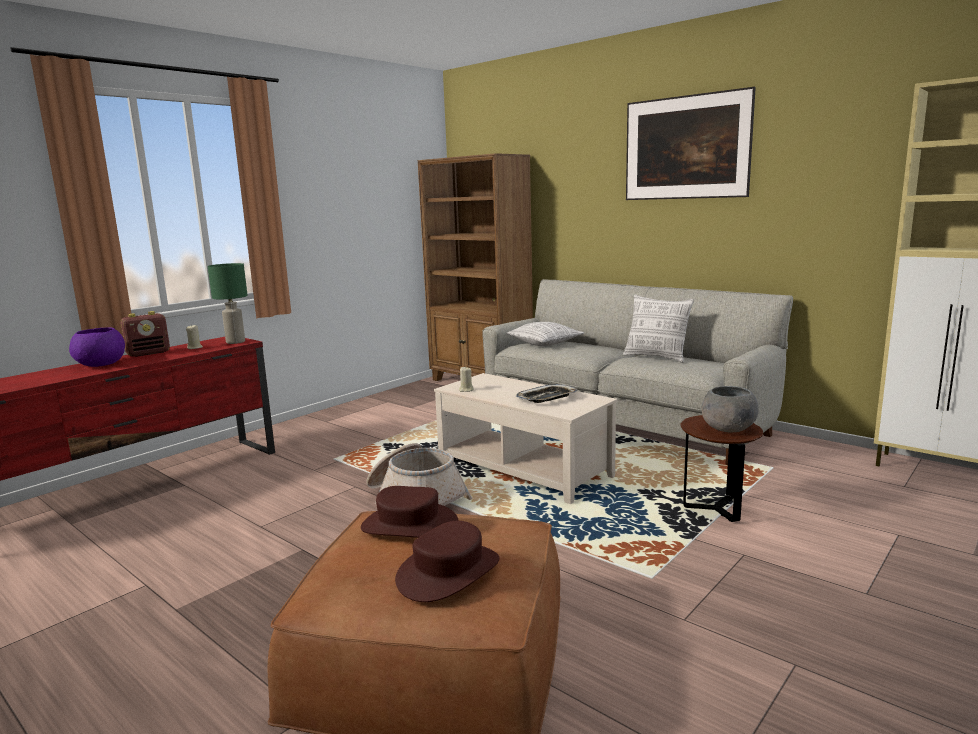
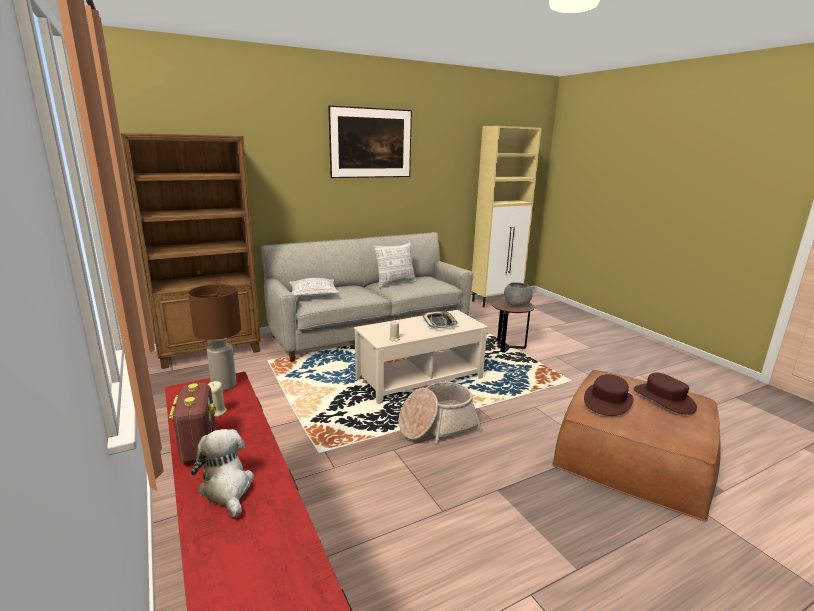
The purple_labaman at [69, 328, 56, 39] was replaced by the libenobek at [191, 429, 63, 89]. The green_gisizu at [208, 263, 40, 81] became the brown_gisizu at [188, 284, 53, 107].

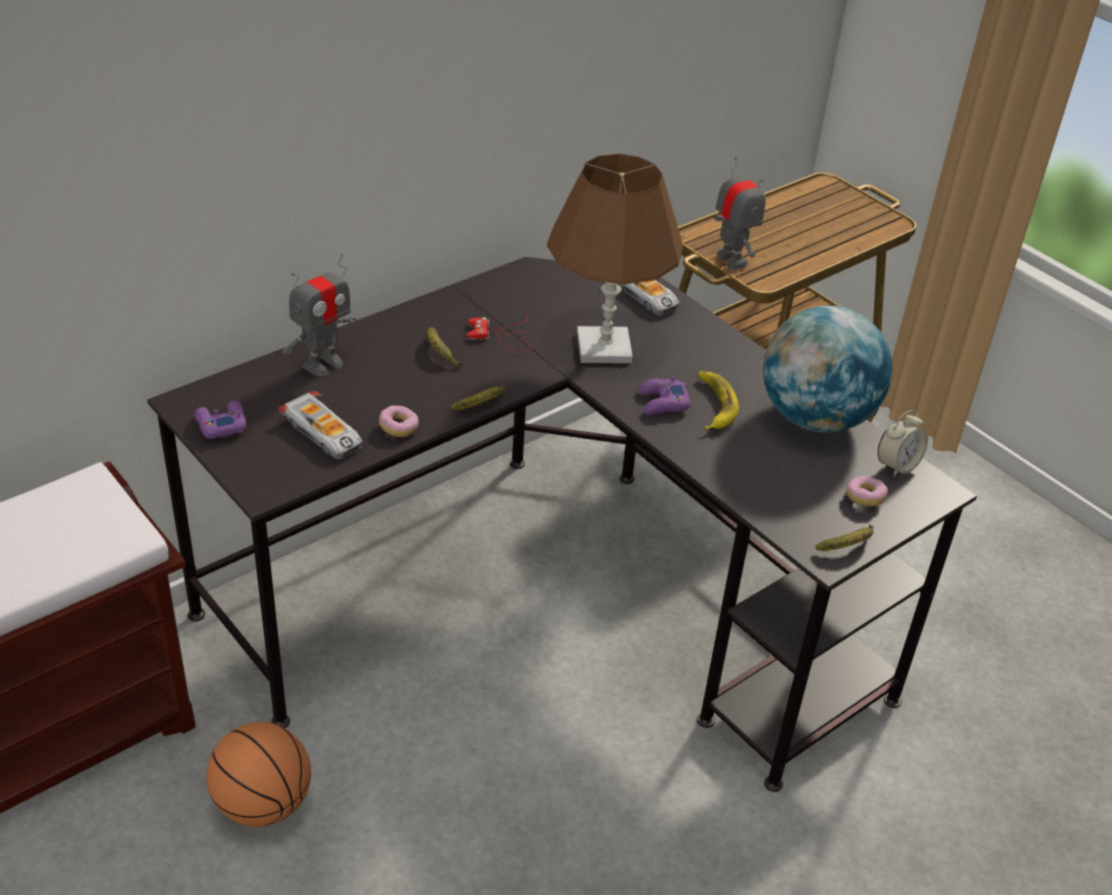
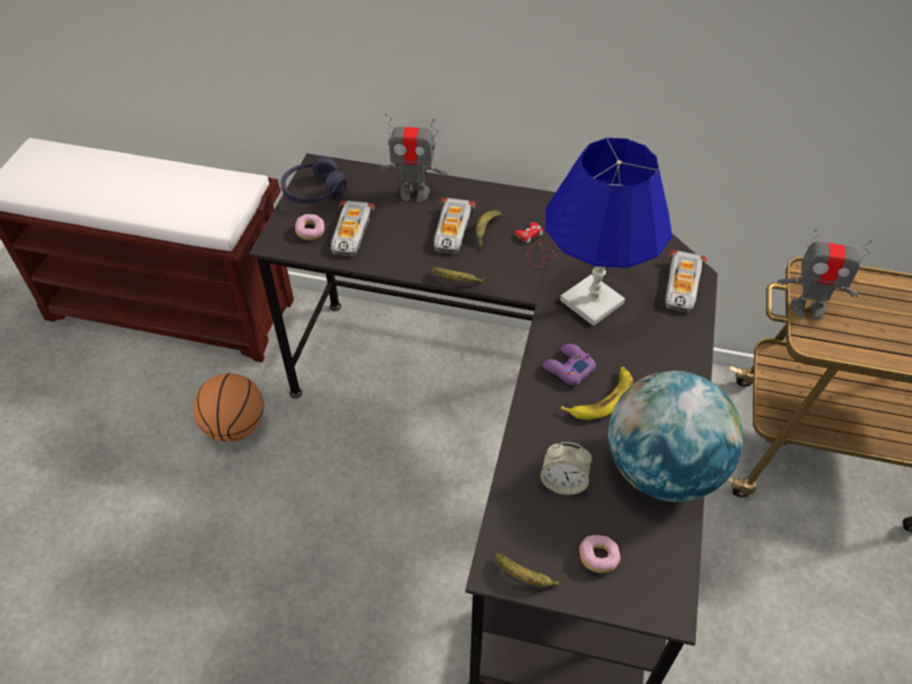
The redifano at [434, 198, 41, 55] appeared. The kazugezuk moved from [379, 405, 40, 32] to [295, 214, 30, 26]. The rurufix moved from [877, 410, 51, 67] to [541, 442, 51, 53]. The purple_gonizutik at [194, 401, 53, 38] was replaced by the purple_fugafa at [281, 157, 66, 47]. The brown_gisizu at [547, 153, 136, 210] became the blue_gisizu at [546, 138, 126, 188]. The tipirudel at [714, 157, 51, 113] turned 75 degrees clockwise.

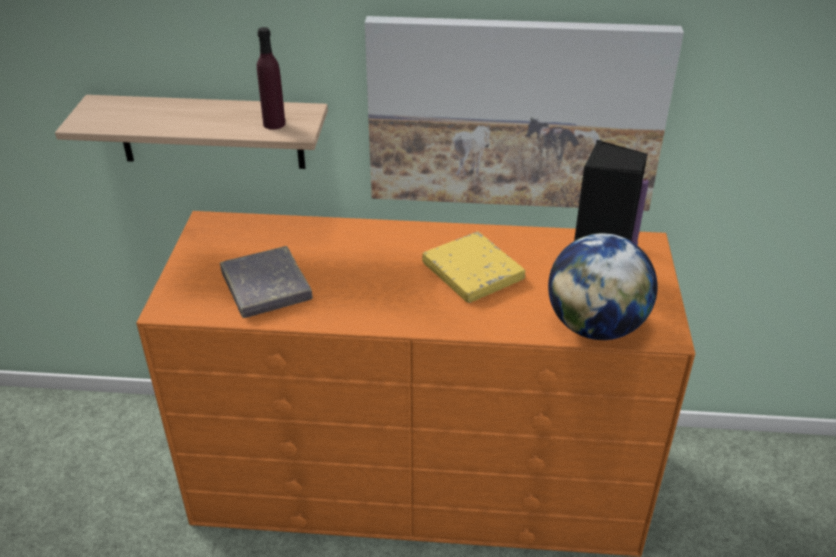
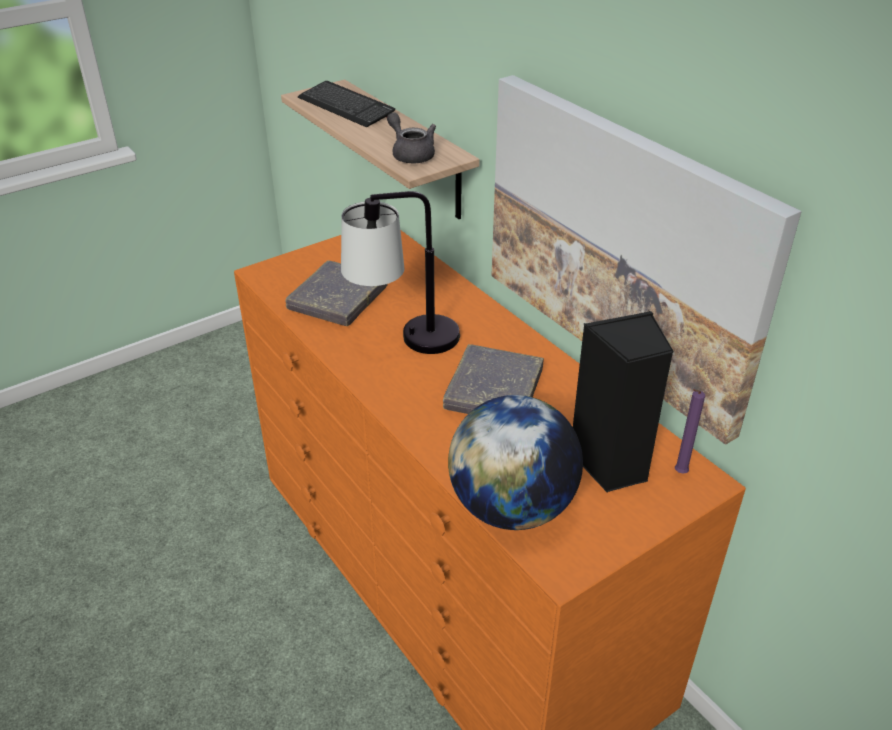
The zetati at [298, 81, 97, 46] appeared. The gisizu at [341, 191, 119, 163] appeared. The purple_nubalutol at [257, 27, 28, 102] was replaced by the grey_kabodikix at [387, 112, 49, 51]. The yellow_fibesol at [422, 231, 103, 72] became the grey_fibesol at [443, 344, 101, 70].

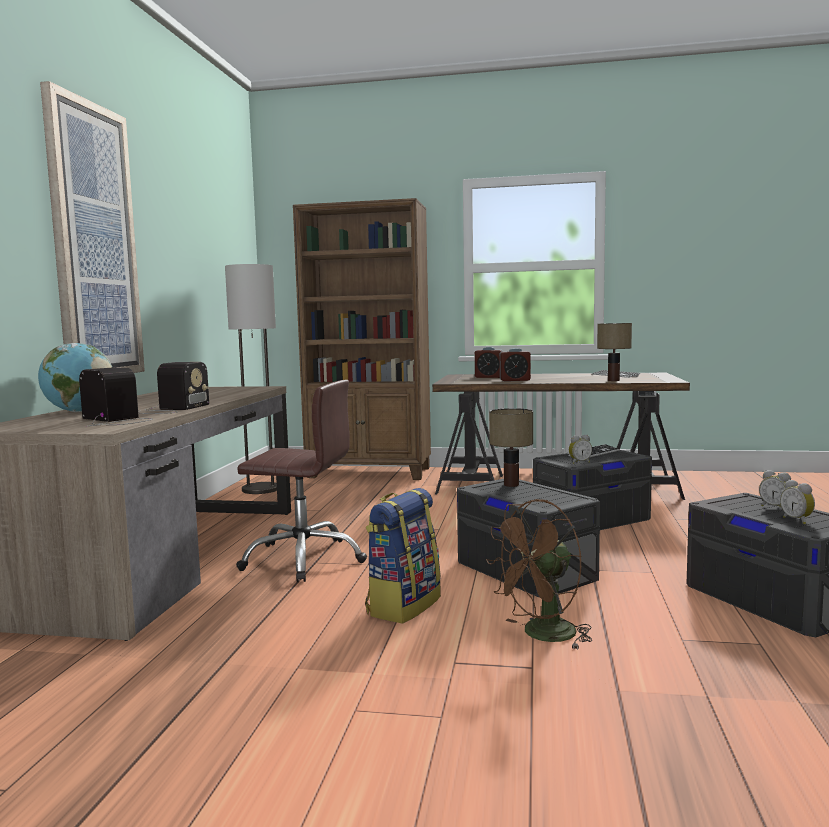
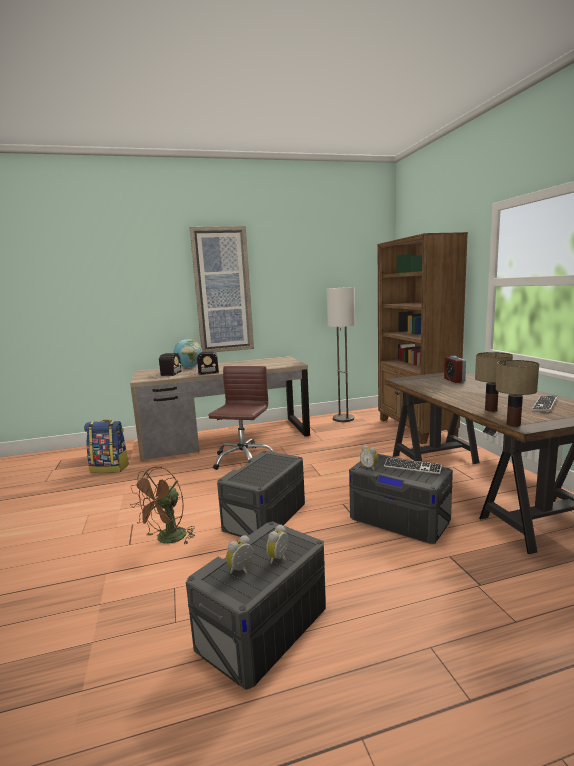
The rurufix at [500, 348, 31, 33] disappeared. The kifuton moved from [365, 488, 76, 136] to [84, 420, 45, 53]. The gisizu moved from [489, 408, 44, 79] to [496, 360, 43, 67]. The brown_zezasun at [236, 380, 131, 202] turned 150 degrees counterclockwise. The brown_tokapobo at [486, 499, 106, 151] turned 90 degrees counterclockwise.

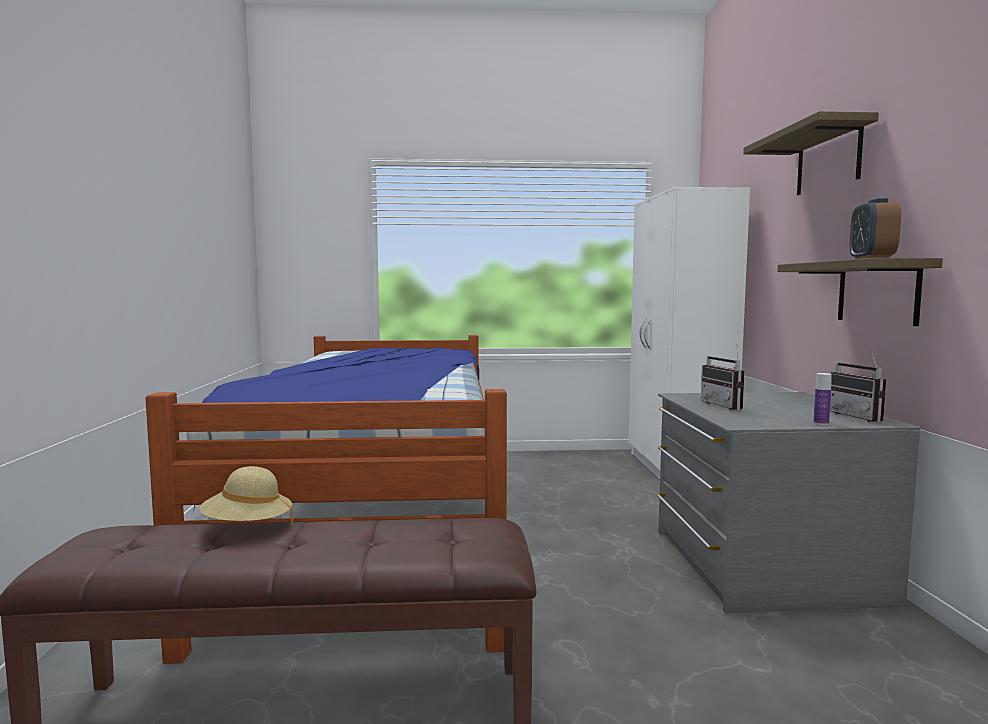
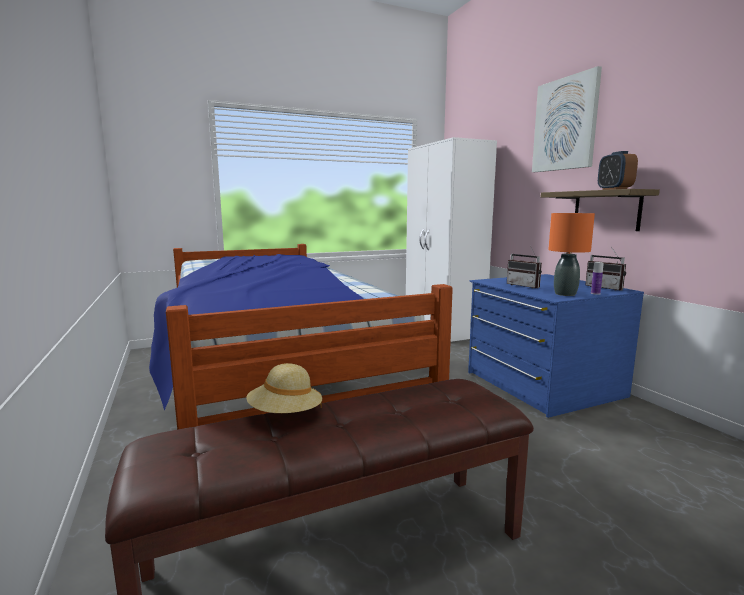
The orange_gisizu at [548, 213, 47, 83] appeared. The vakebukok at [743, 111, 136, 84] was replaced by the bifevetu at [532, 66, 70, 106]. The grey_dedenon at [657, 392, 264, 221] became the blue_dedenon at [468, 274, 176, 144].

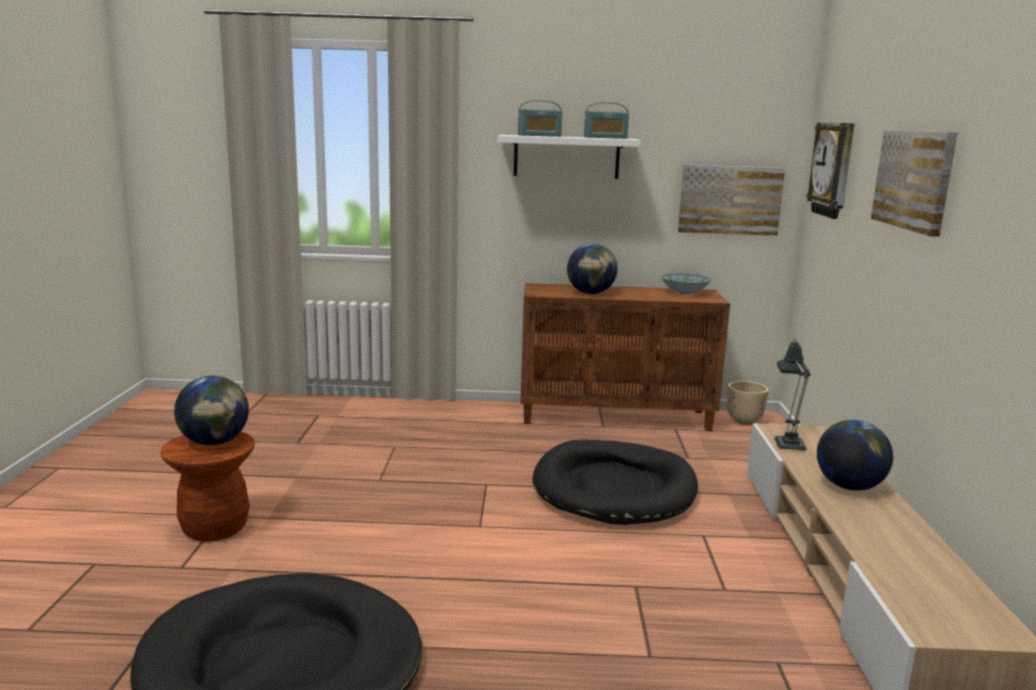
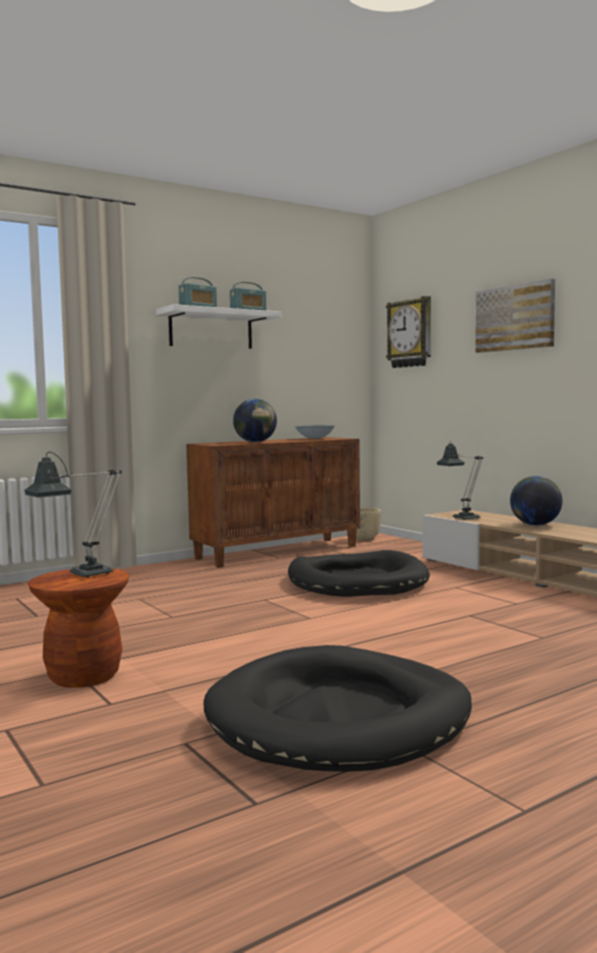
The bifevetu at [678, 165, 107, 71] disappeared. The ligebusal at [174, 376, 75, 69] was replaced by the gisizu at [24, 452, 98, 126].

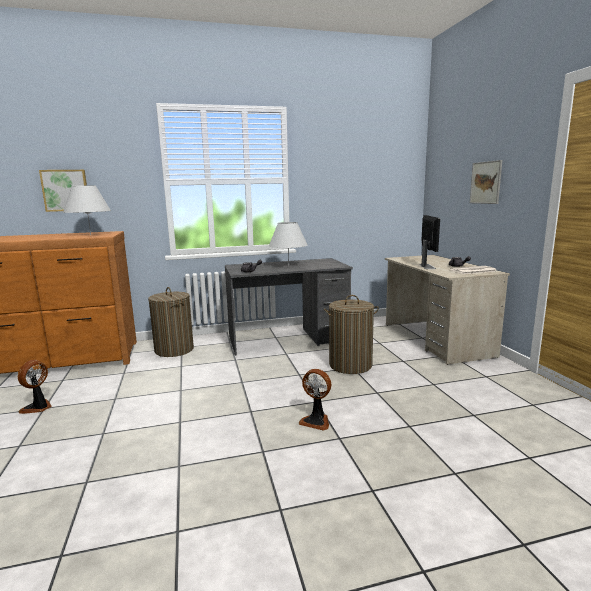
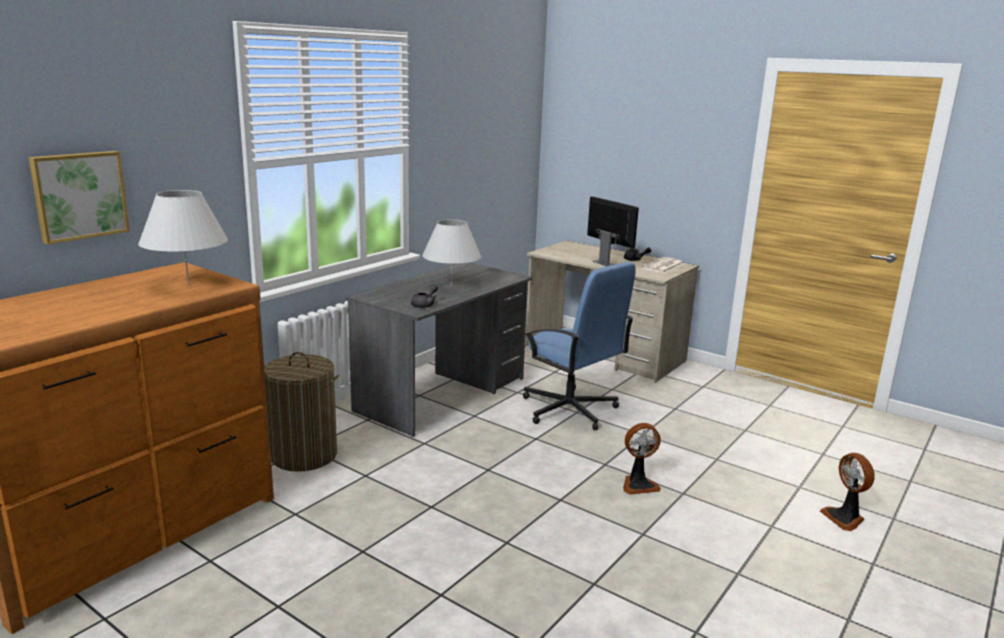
The bifevetu at [470, 160, 32, 44] disappeared. The tokapobo moved from [17, 360, 35, 54] to [820, 453, 55, 78]. The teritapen at [324, 295, 55, 79] was replaced by the blue_zezasun at [523, 262, 113, 168].

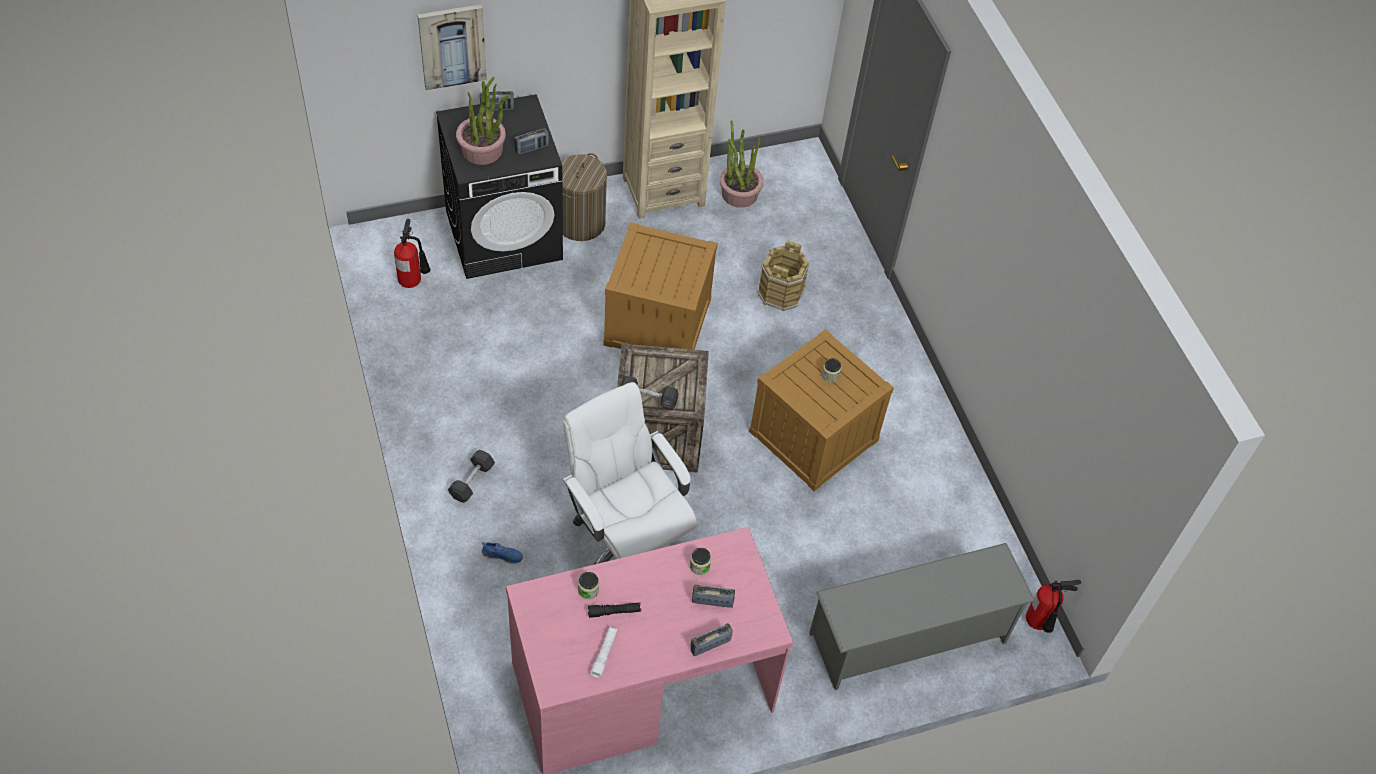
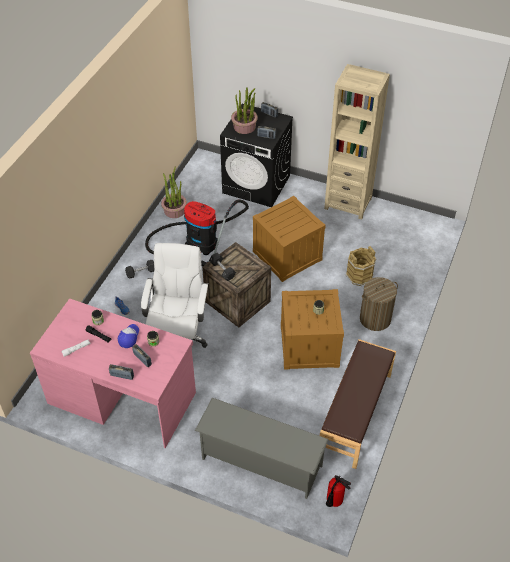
The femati at [394, 219, 37, 69] disappeared. The bifevetu at [417, 4, 70, 86] disappeared. The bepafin at [118, 324, 21, 24] appeared. The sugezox at [145, 199, 104, 67] appeared. The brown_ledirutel at [320, 339, 76, 130] appeared. The teritapen moved from [561, 153, 46, 88] to [360, 277, 38, 54]. The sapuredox moved from [720, 120, 44, 88] to [161, 167, 26, 51].

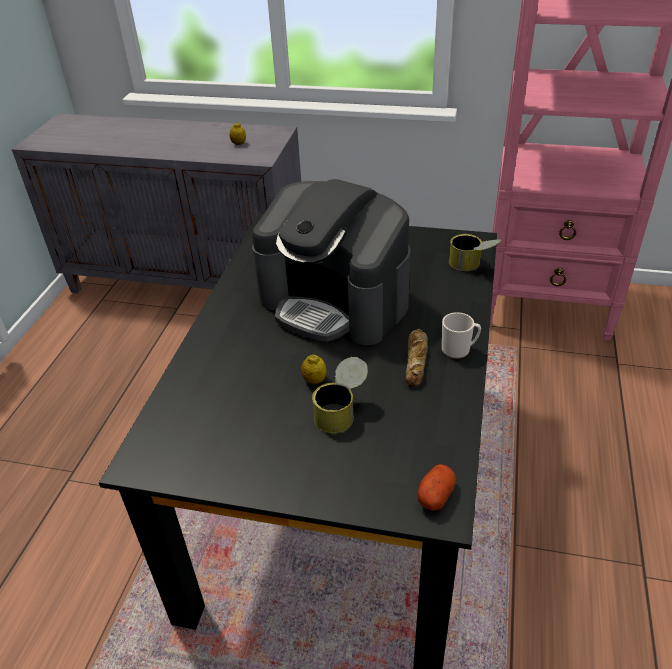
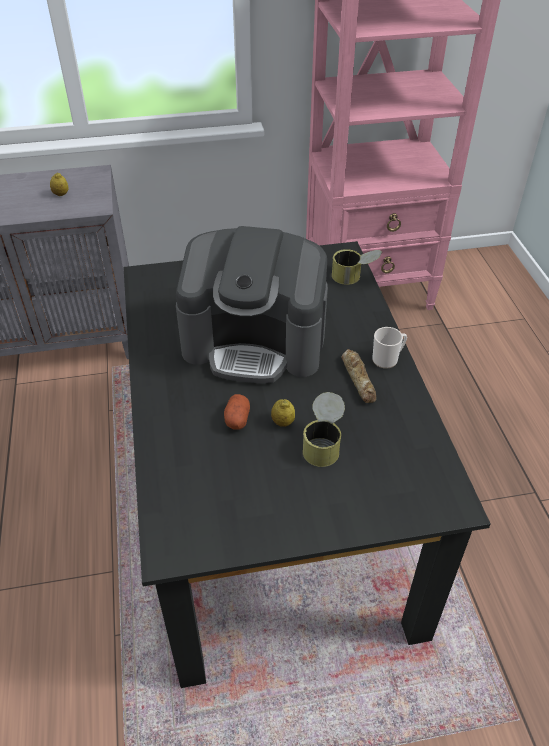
The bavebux moved from [418, 464, 38, 47] to [224, 394, 26, 36].

